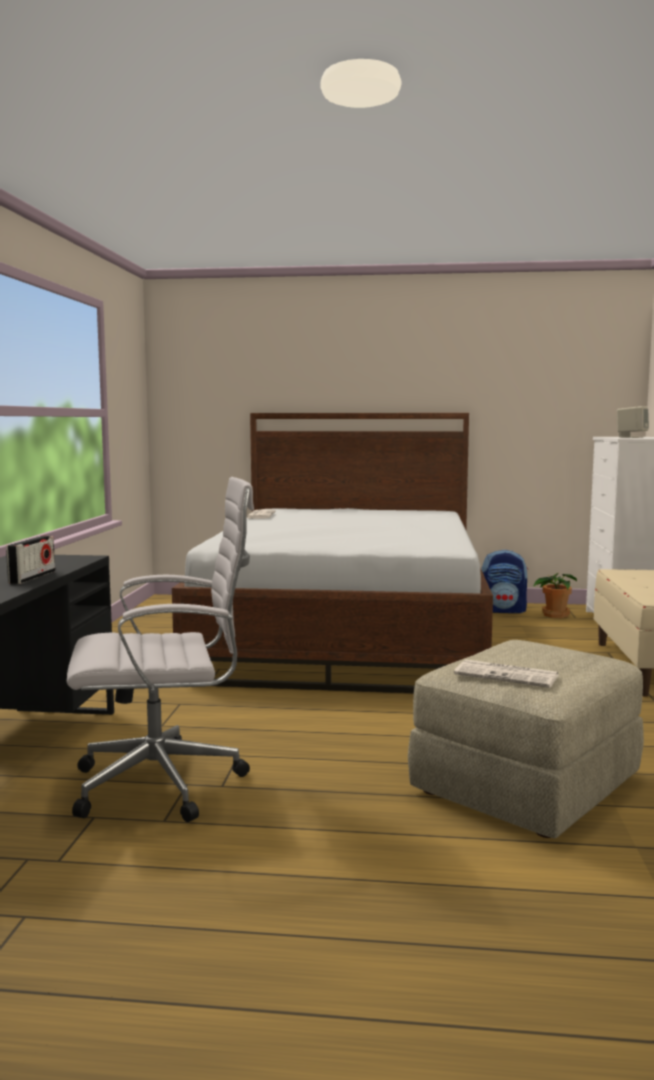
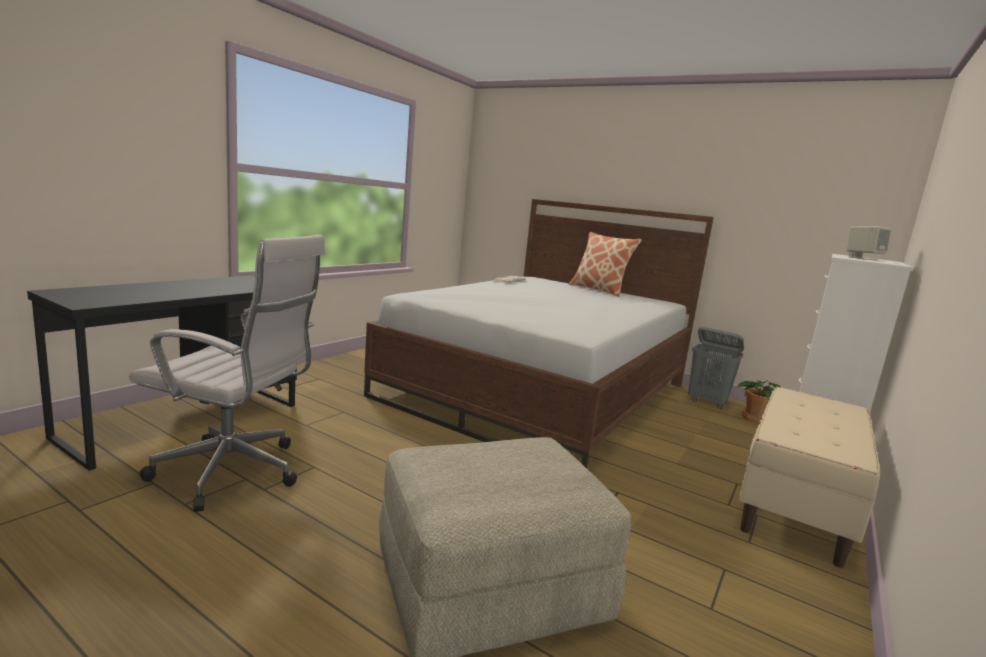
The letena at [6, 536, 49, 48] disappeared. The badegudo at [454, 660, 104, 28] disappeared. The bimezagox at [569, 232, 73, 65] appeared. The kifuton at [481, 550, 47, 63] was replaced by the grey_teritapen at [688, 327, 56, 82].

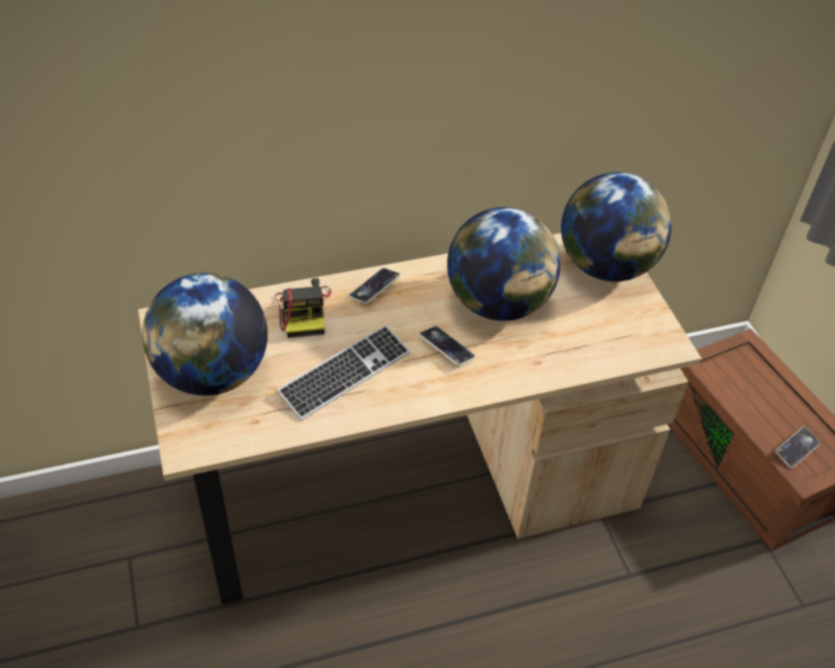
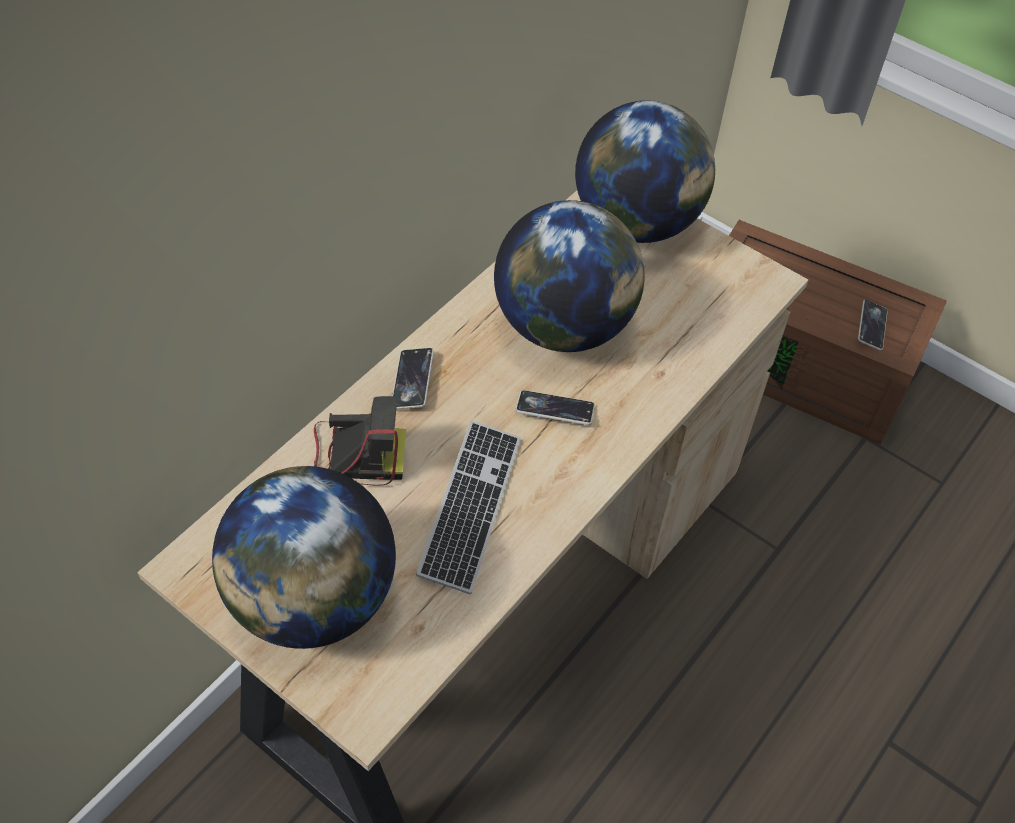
The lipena at [275, 278, 56, 60] turned 45 degrees counterclockwise.

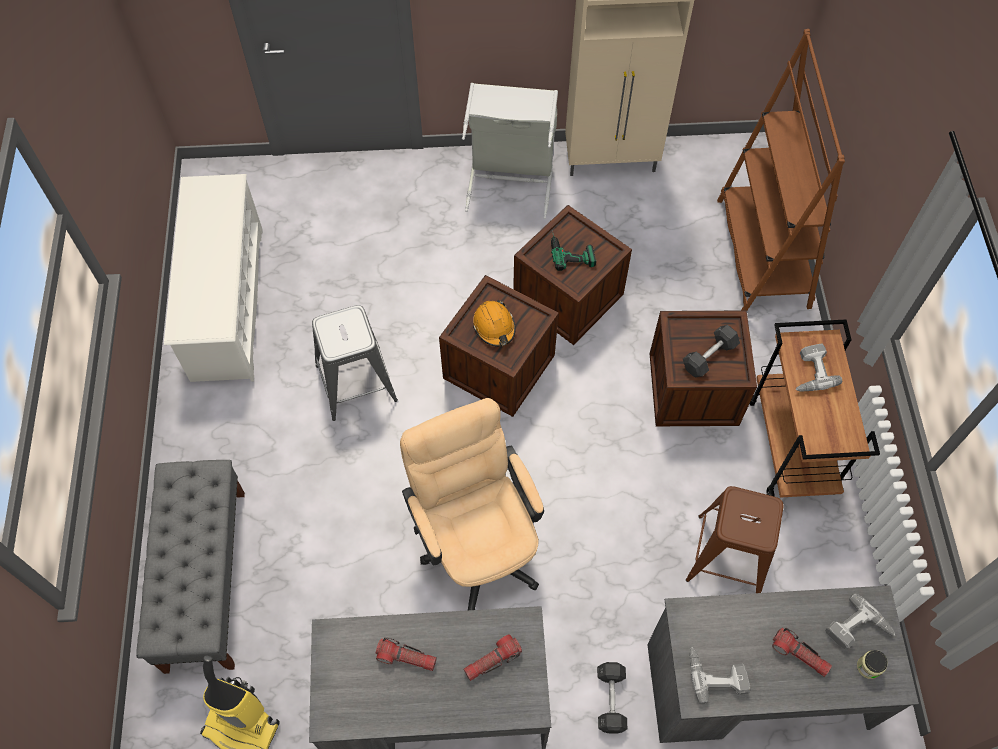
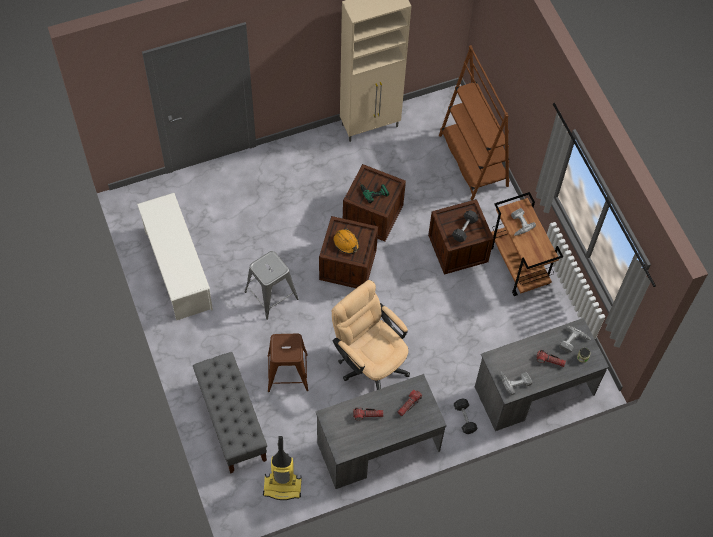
The grey_teritapen at [462, 83, 96, 136] disappeared. The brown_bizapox moved from [686, 486, 97, 107] to [268, 334, 40, 58].

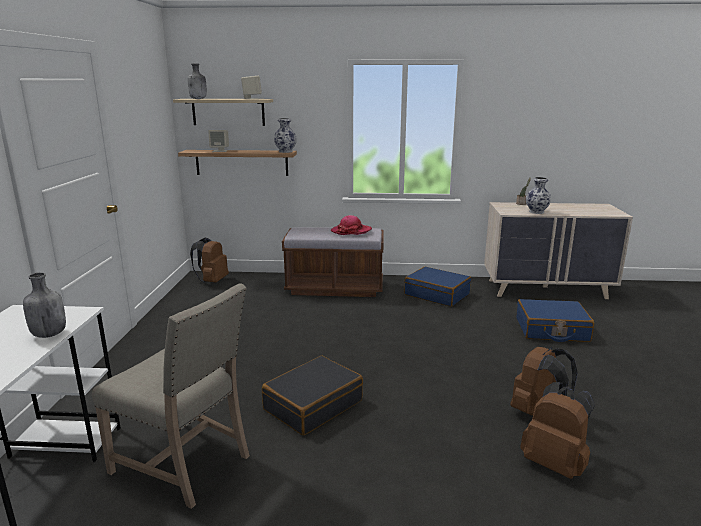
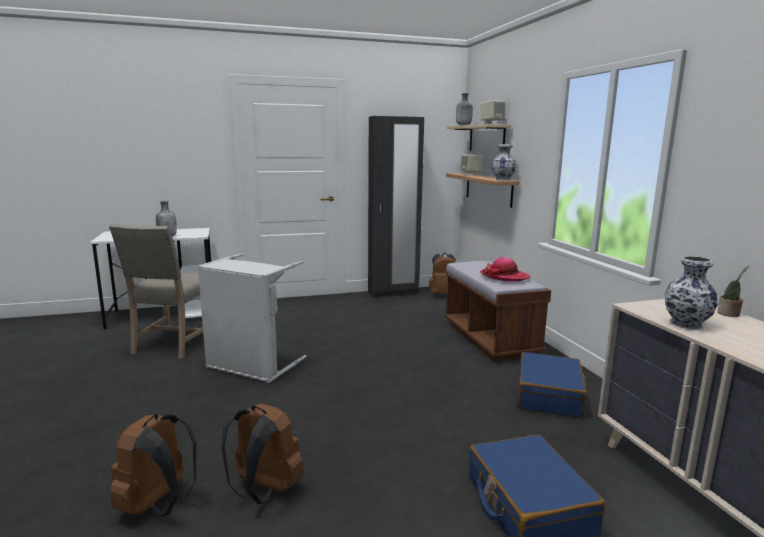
The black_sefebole at [368, 116, 56, 182] appeared. The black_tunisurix at [262, 356, 101, 80] was replaced by the grey_teritapen at [198, 253, 108, 130].

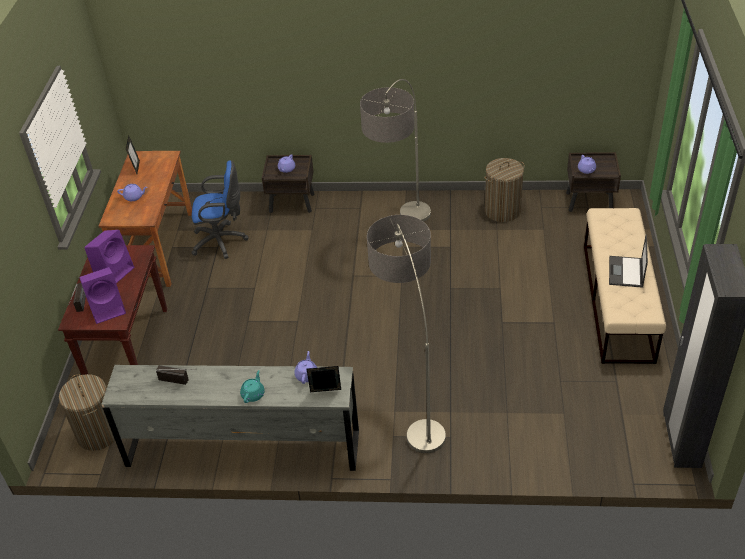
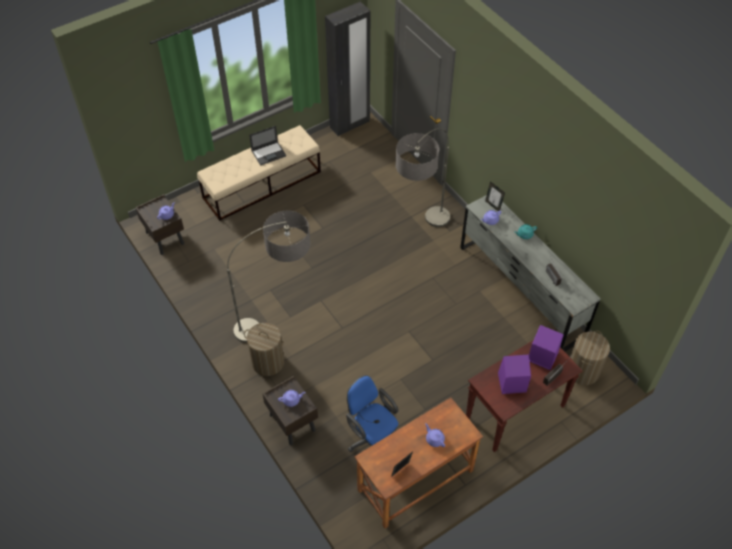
The teritapen moved from [484, 158, 41, 64] to [244, 323, 40, 53].

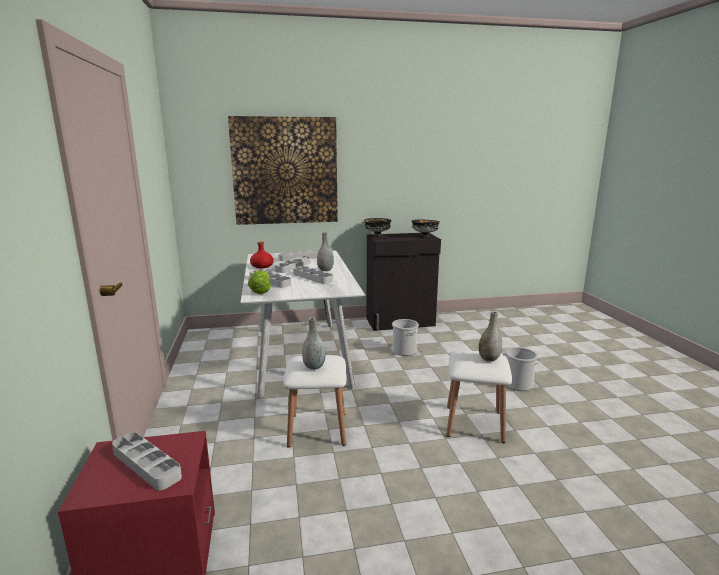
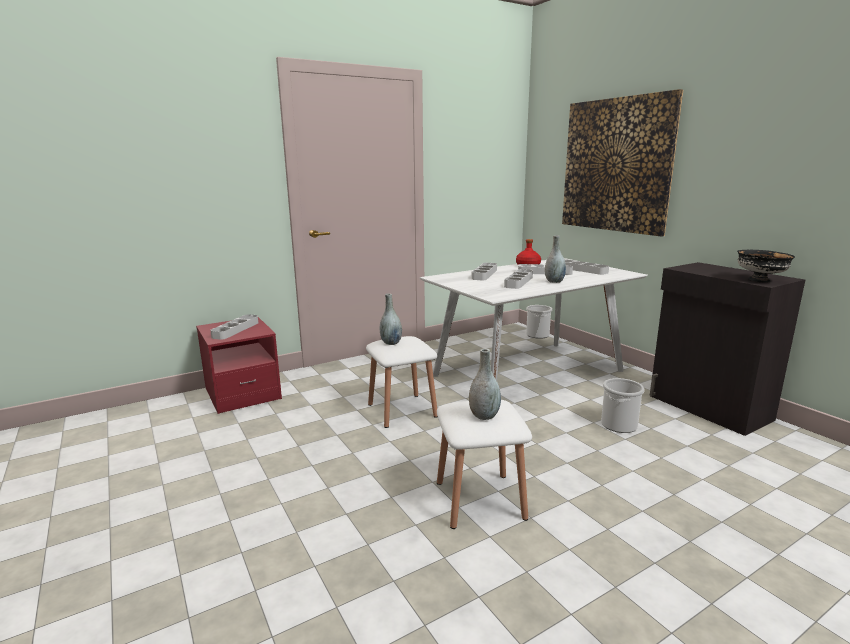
The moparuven at [248, 270, 23, 24] disappeared. The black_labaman at [364, 218, 27, 19] disappeared. The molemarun moved from [503, 347, 37, 44] to [526, 305, 26, 34].

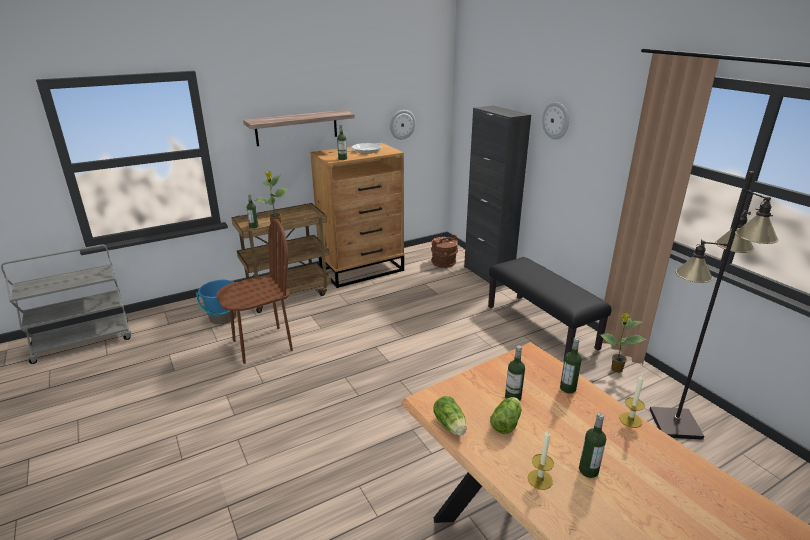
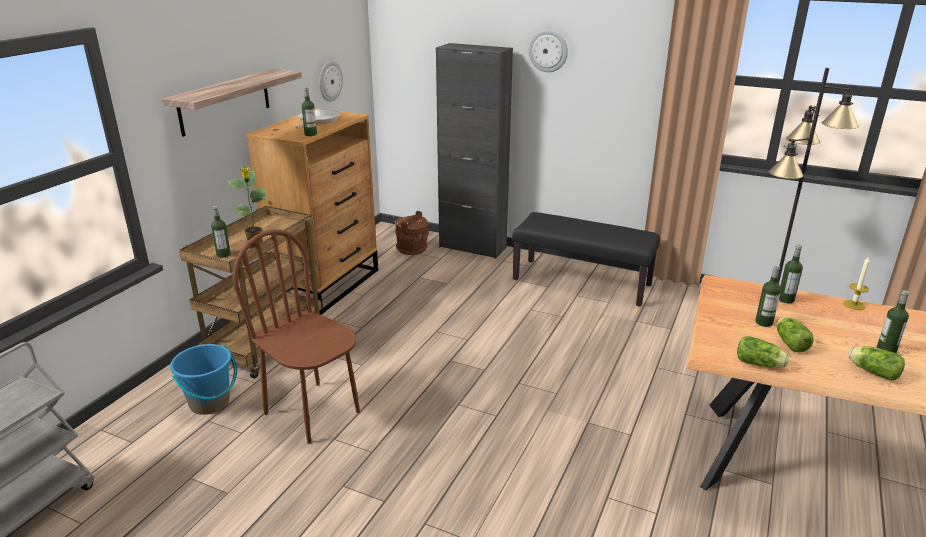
The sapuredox at [600, 313, 46, 60] disappeared. The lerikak at [528, 430, 26, 60] was replaced by the moparuven at [848, 346, 57, 35]. The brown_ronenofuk at [216, 219, 77, 145] turned 75 degrees counterclockwise.

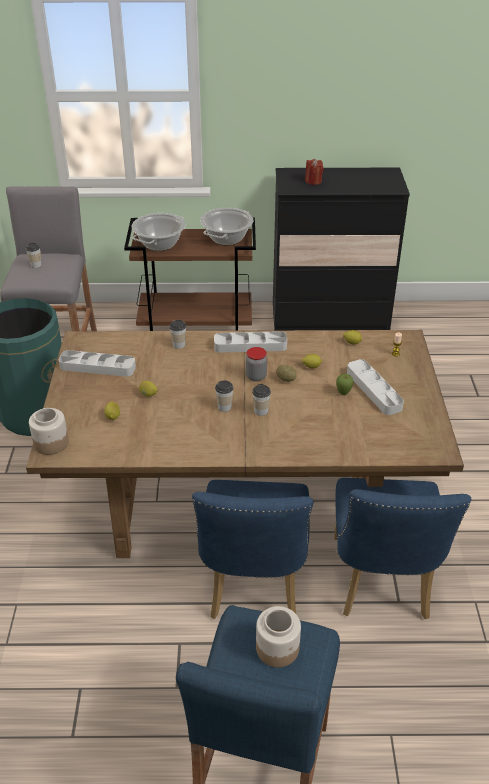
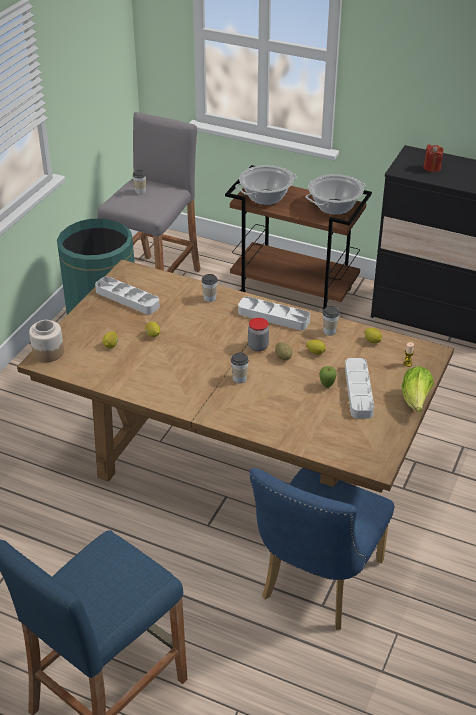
The blue_ronenofuk at [192, 480, 121, 139] disappeared. The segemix at [256, 606, 45, 61] disappeared. The moparuven at [401, 366, 33, 46] appeared. The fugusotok moved from [215, 380, 19, 32] to [323, 306, 17, 29].

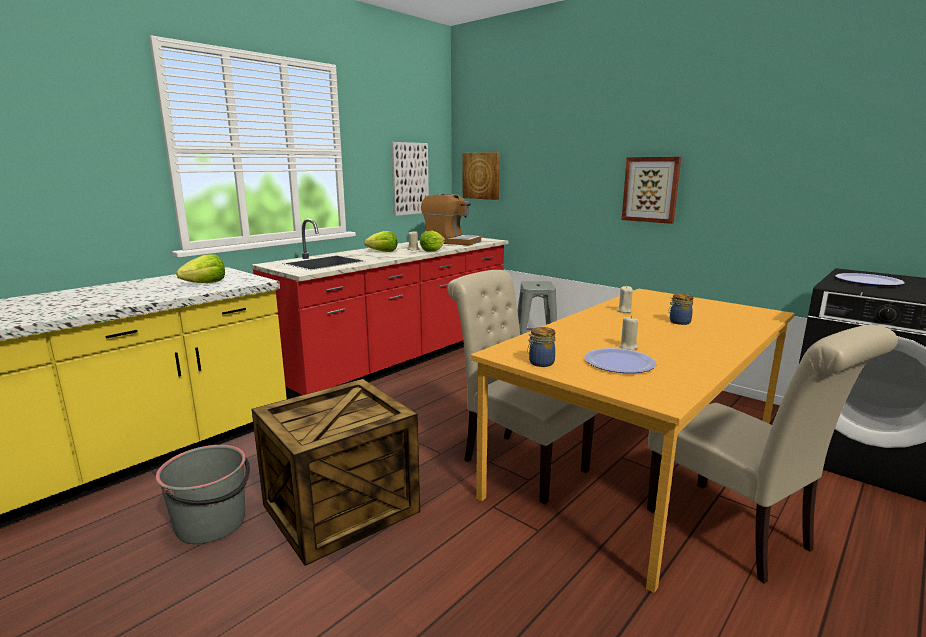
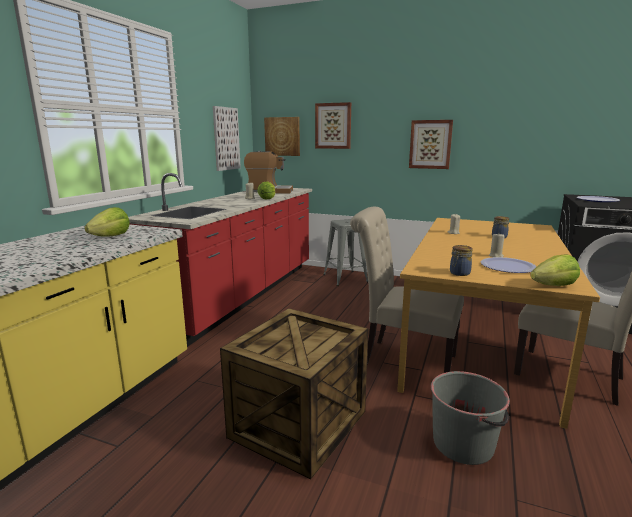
The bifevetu at [315, 102, 36, 47] appeared. The grey_molemarun moved from [156, 445, 94, 99] to [431, 371, 79, 94]. The moparuven moved from [365, 231, 32, 21] to [530, 254, 50, 32].

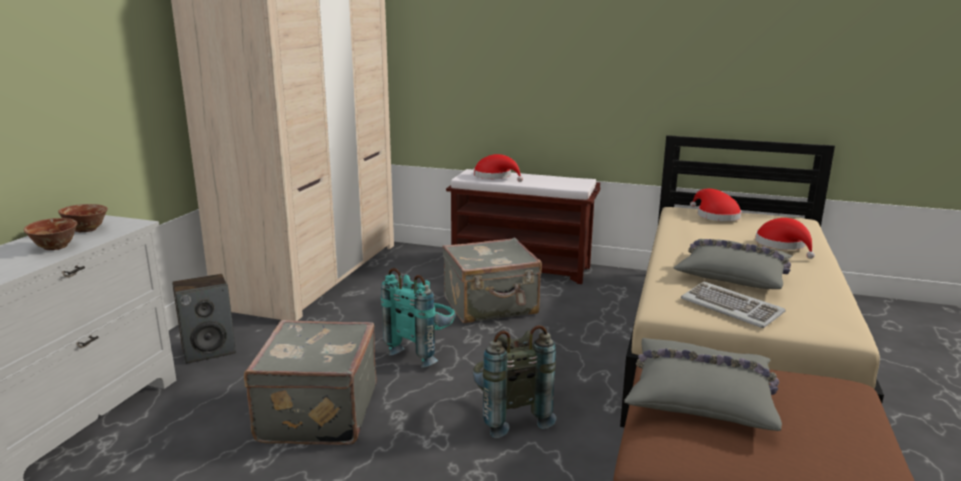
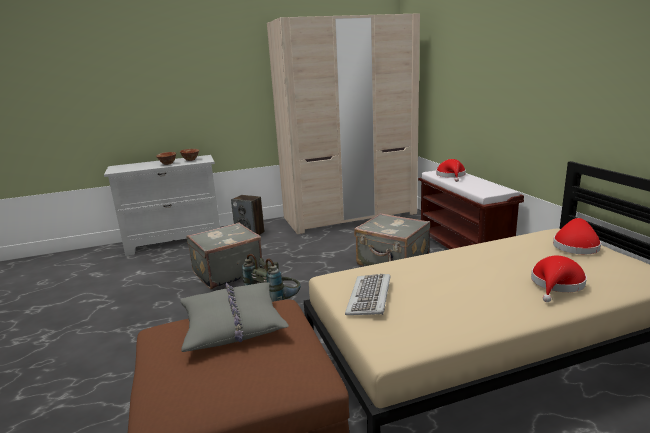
The turquoise_kifuton at [381, 268, 75, 100] disappeared. The grey_bimezagox at [674, 239, 118, 50] disappeared.

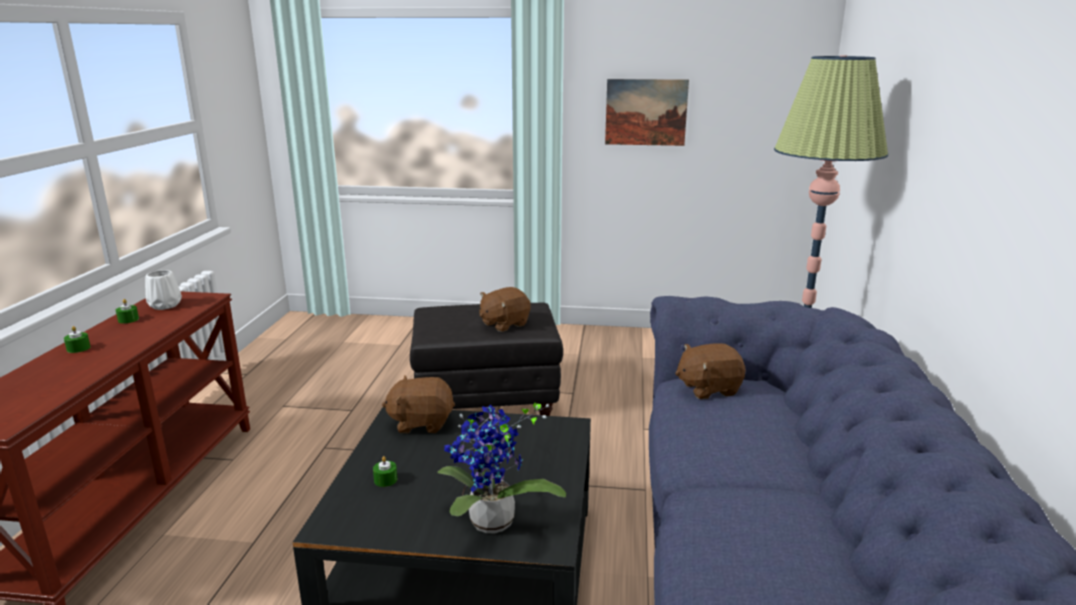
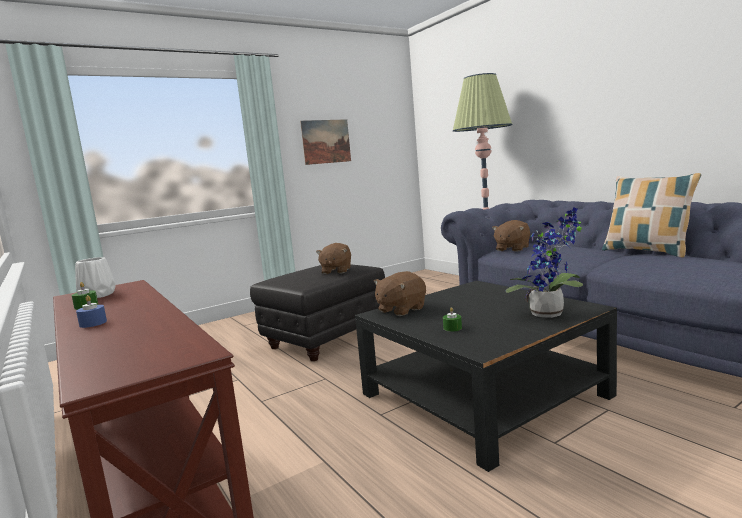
The bimezagox at [602, 173, 100, 84] appeared. The green_lerikak at [64, 326, 27, 27] became the blue_lerikak at [76, 295, 31, 33].

